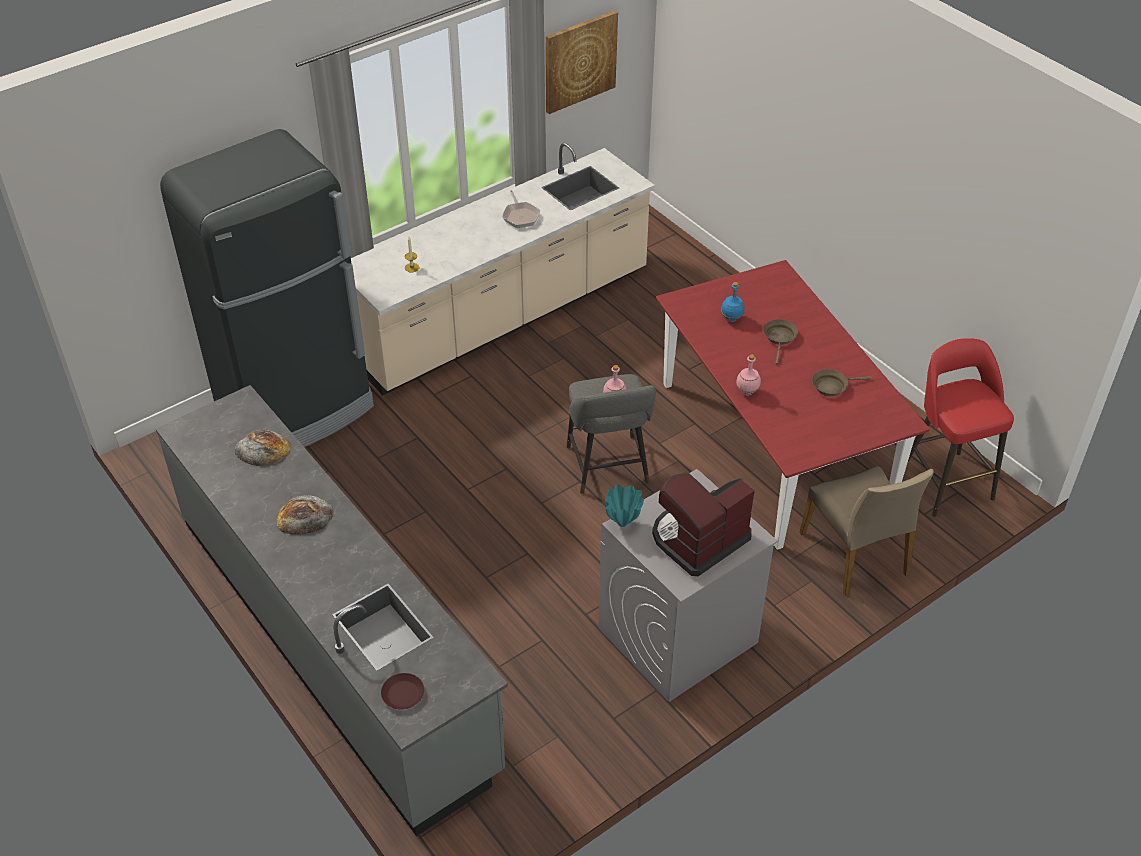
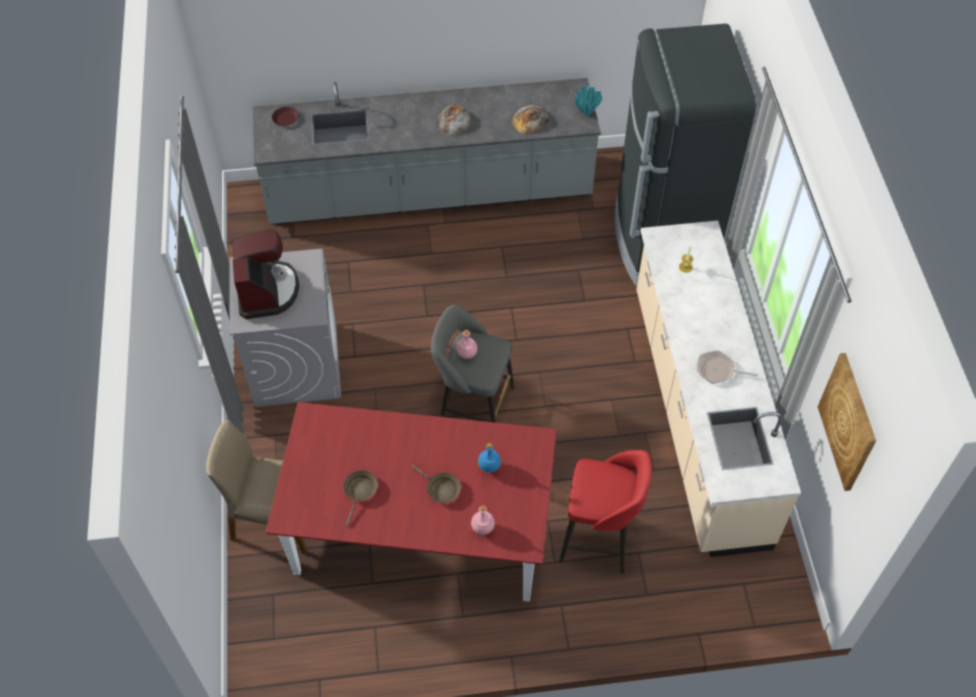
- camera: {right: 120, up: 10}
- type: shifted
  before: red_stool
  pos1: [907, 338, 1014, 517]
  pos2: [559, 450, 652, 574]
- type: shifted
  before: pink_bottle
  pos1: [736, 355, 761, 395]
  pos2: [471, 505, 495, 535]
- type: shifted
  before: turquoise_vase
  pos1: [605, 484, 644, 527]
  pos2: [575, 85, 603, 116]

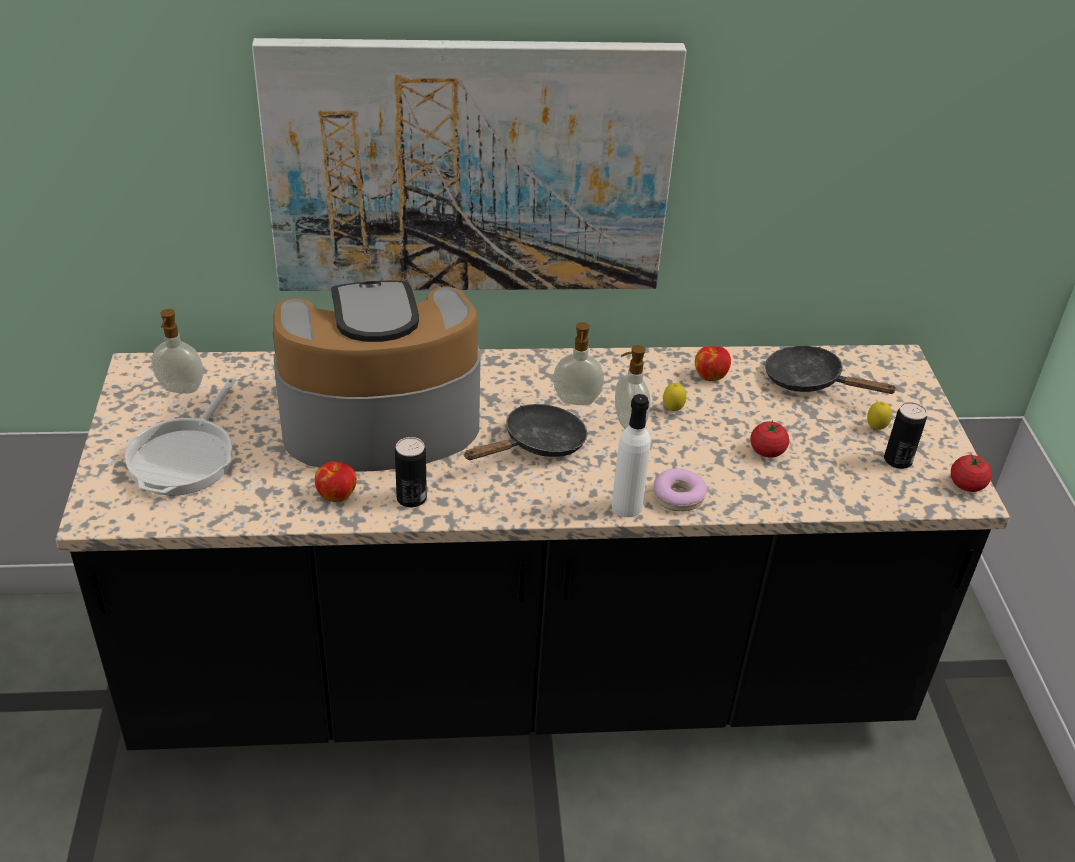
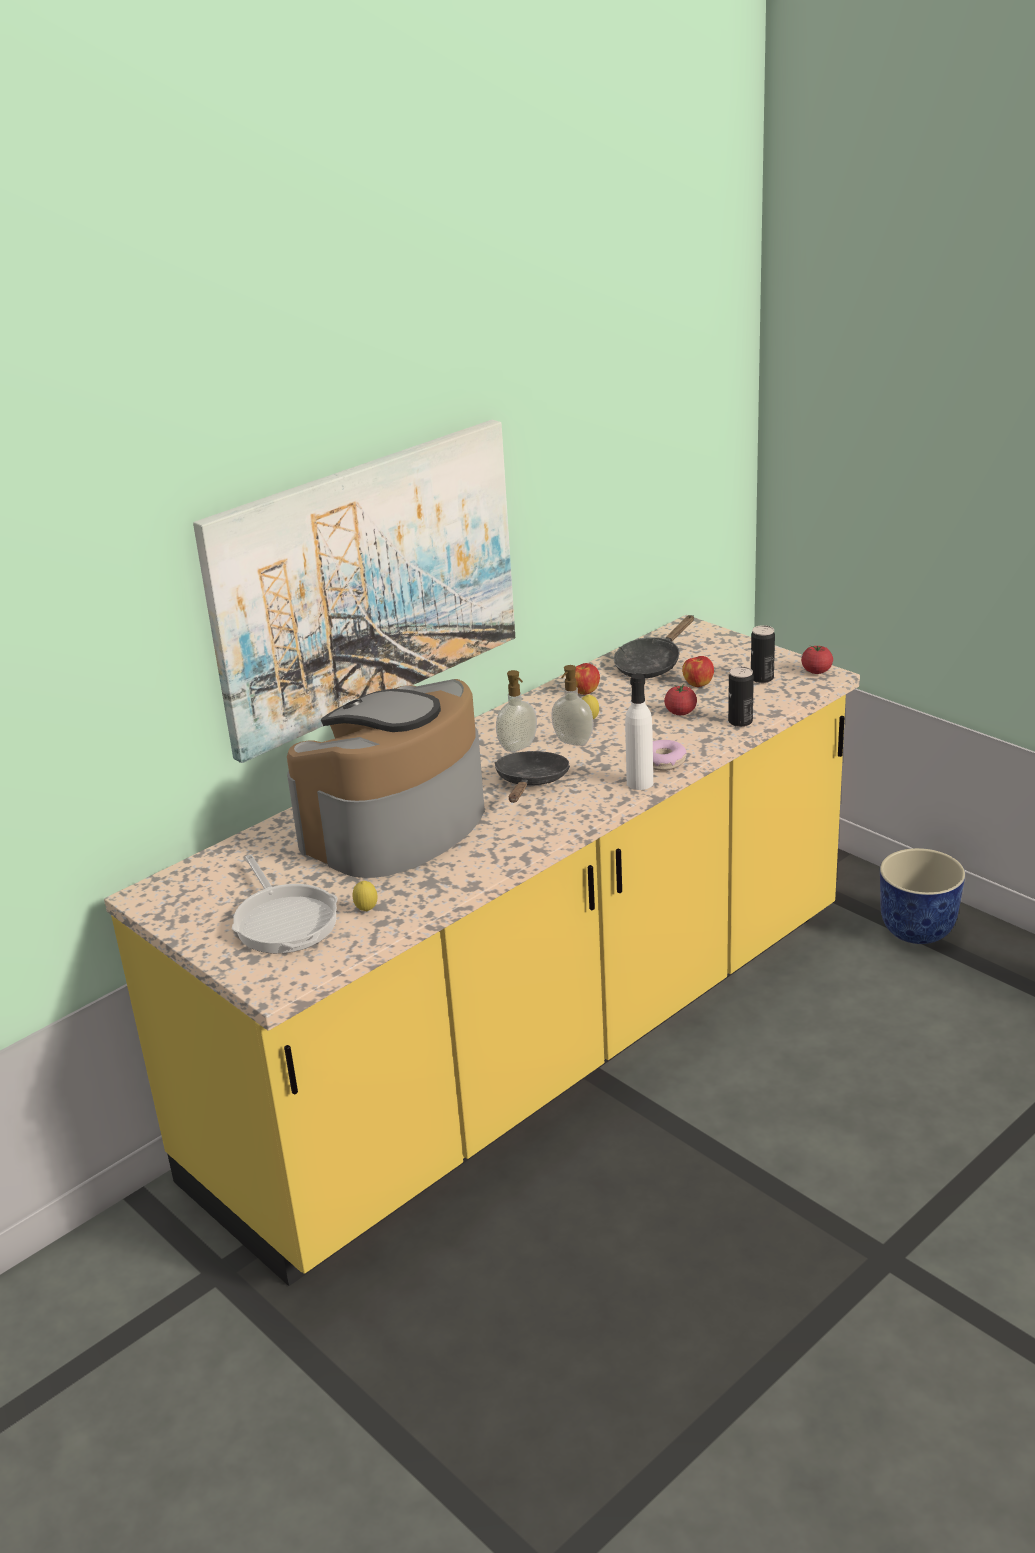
- camera: {right: -35, up: -10}
- type: gone
  before: soap_dispenser
  pos1: [151, 309, 203, 394]
- type: repainted
  before: black_counter
  after: yellow_counter
  pos1: [56, 345, 1010, 750]
  pos2: [104, 615, 860, 1286]
- type: rotated
  before: black_frying_pan
  pos1: [765, 346, 898, 394]
  pos2: [614, 615, 694, 678]
  turn: -45
- type: shifted
  before: lemon
  pos1: [867, 402, 892, 430]
  pos2: [352, 881, 377, 911]
- type: shifted
  before: can
  pos1: [395, 437, 427, 507]
  pos2: [728, 667, 754, 727]
- type: shifted
  before: apple
  pos1: [315, 462, 357, 502]
  pos2: [682, 656, 714, 687]
- type: new
  after: planter
  pos2: [880, 848, 965, 944]

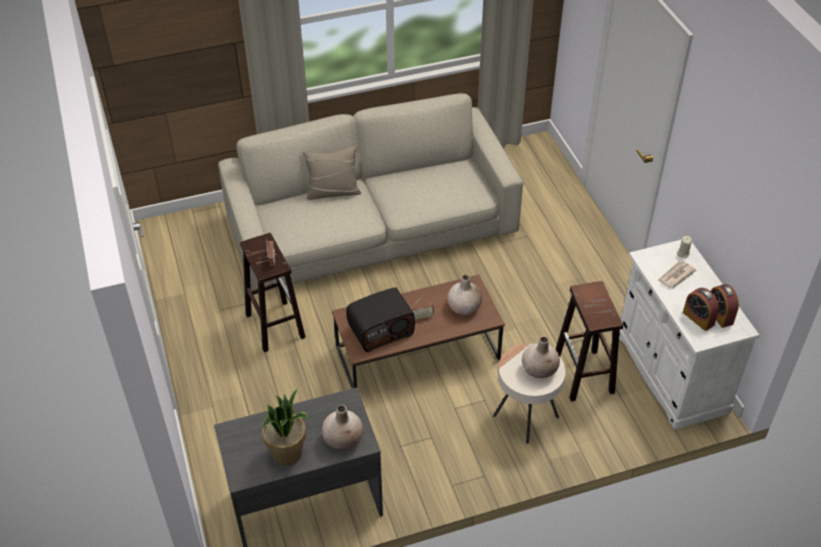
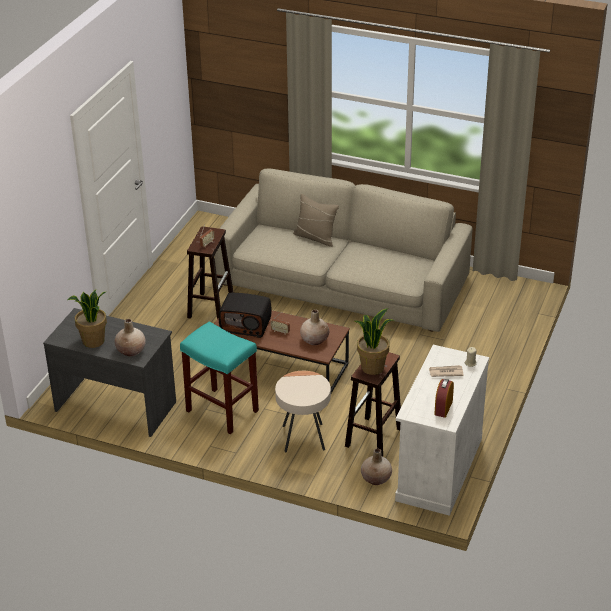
- camera: {right: 40, up: -10}
- type: gone
  before: alarm_clock
  pos1: [683, 288, 719, 331]
- type: shifted
  before: beige_vase
  pos1: [522, 337, 560, 378]
  pos2: [361, 448, 392, 485]
- type: new
  after: potted_plant
  pos2: [354, 308, 395, 375]
- type: new
  after: turquoise_stool
  pos2: [180, 321, 259, 434]

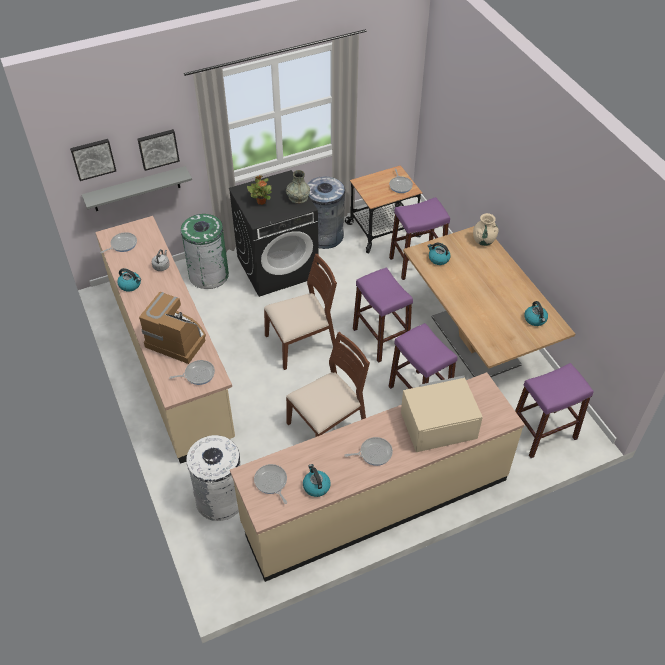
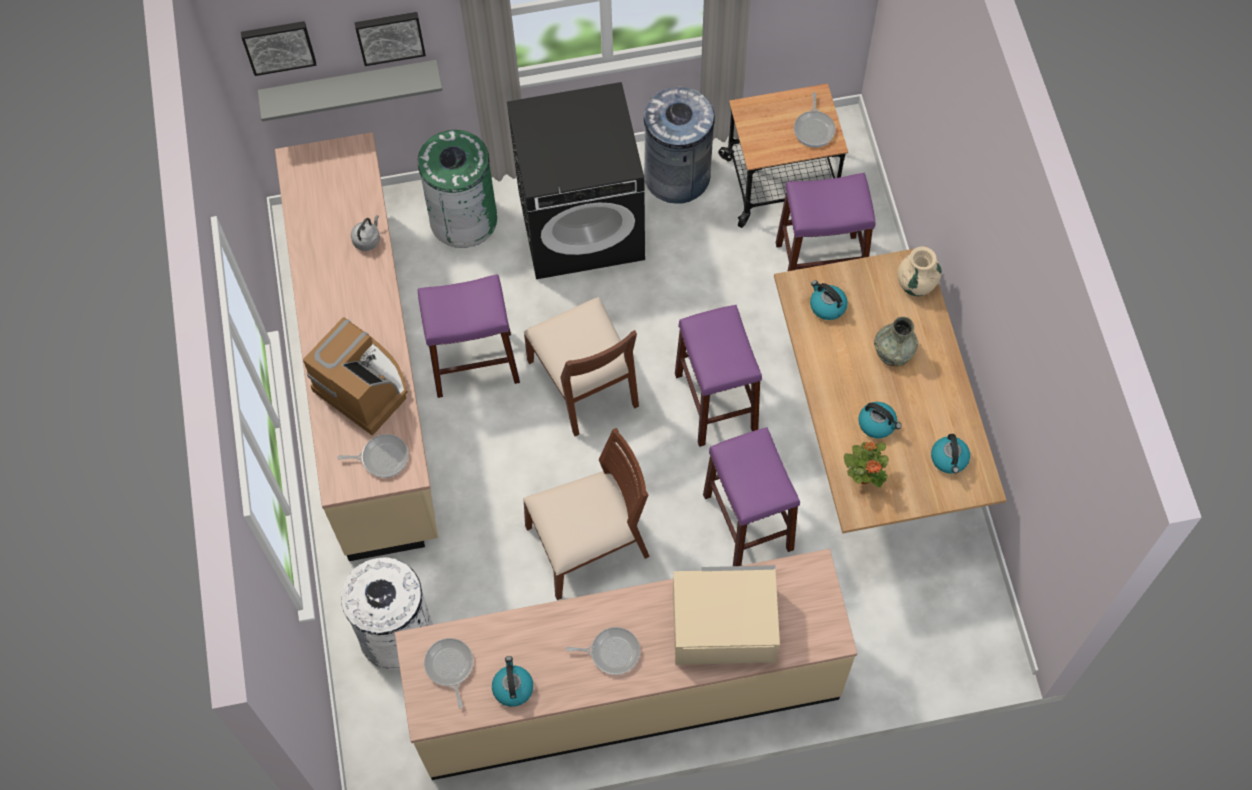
- camera: {right: 15, up: 15}
- type: shifted
  before: grey_vase
  pos1: [286, 170, 310, 204]
  pos2: [874, 316, 918, 366]
- type: shifted
  before: potted_plant
  pos1: [247, 175, 272, 205]
  pos2: [844, 442, 889, 487]
- type: gone
  before: frying_pan
  pos1: [100, 232, 137, 253]
- type: rotated
  before: brown_chair
  pos1: [264, 254, 337, 370]
  pos2: [524, 297, 639, 436]
  turn: 75
- type: shifted
  before: kettle
  pos1: [117, 268, 141, 291]
  pos2: [858, 402, 901, 438]
- type: shifted
  before: purple_stool
  pos1: [515, 363, 593, 458]
  pos2: [418, 274, 520, 398]

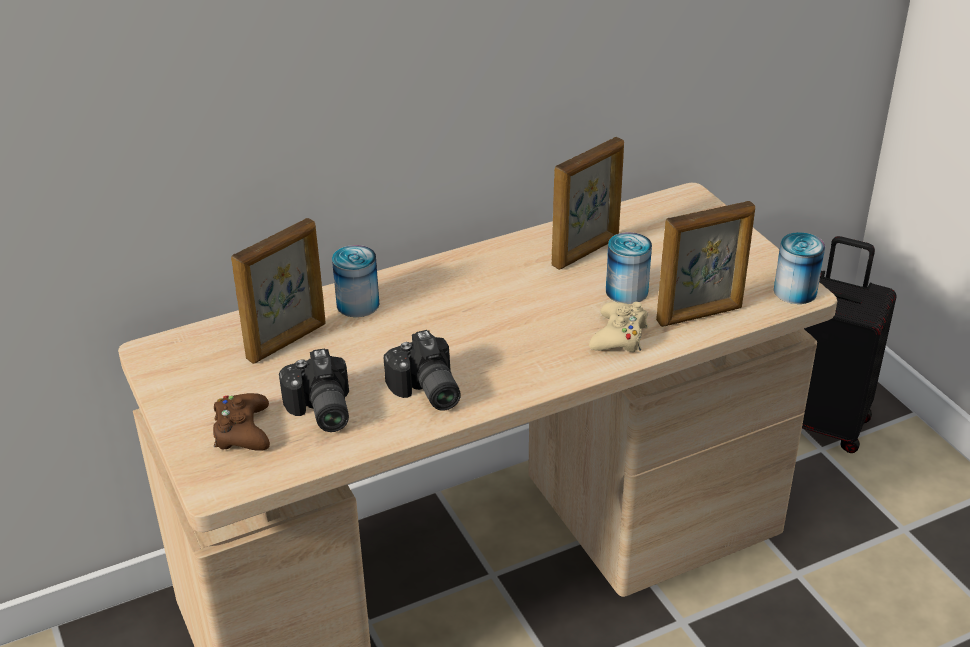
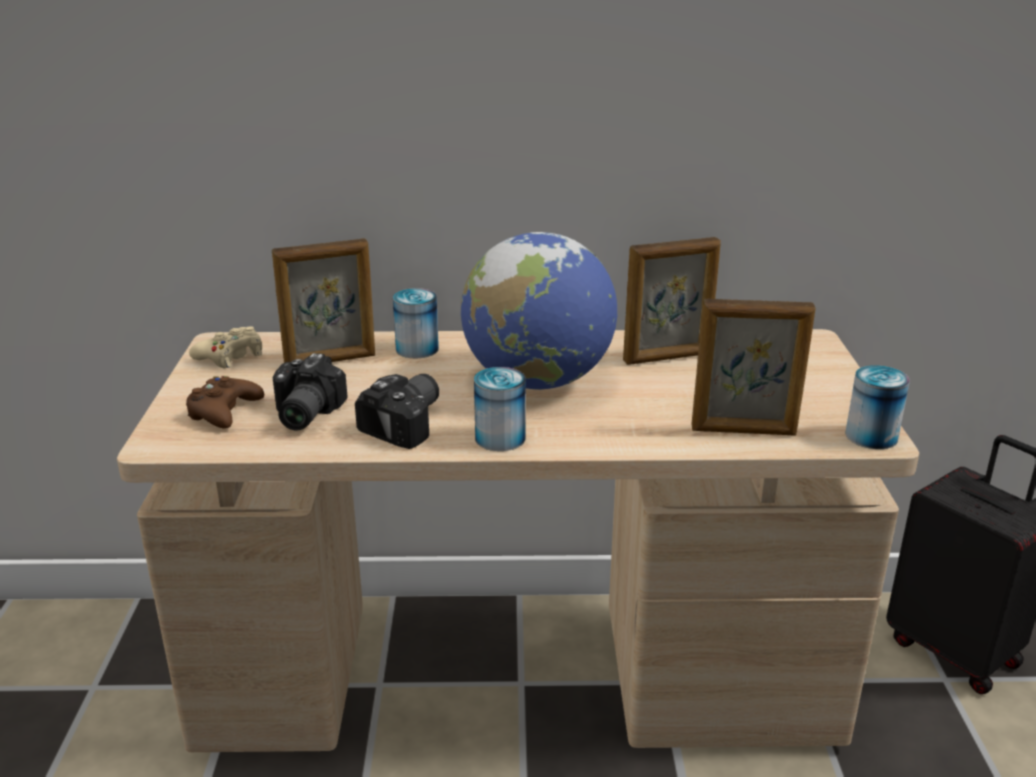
- camera: {right: 25, up: -10}
- type: shifted
  before: can
  pos1: [606, 232, 652, 304]
  pos2: [474, 367, 526, 451]
- type: shifted
  before: beige_game_controller
  pos1: [589, 302, 648, 352]
  pos2: [189, 326, 262, 368]
- type: rotated
  before: photo_camera
  pos1: [384, 330, 461, 411]
  pos2: [355, 374, 439, 449]
  turn: -150
- type: new
  after: globe
  pos2: [461, 232, 617, 390]

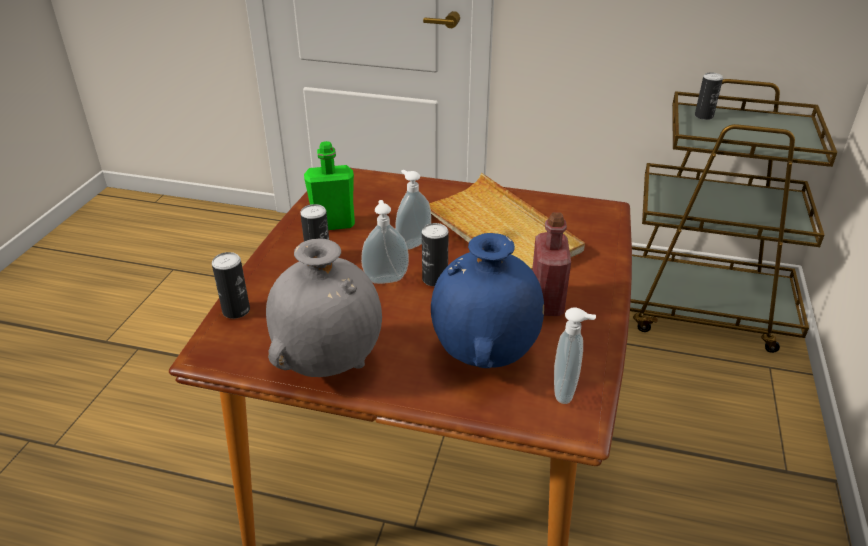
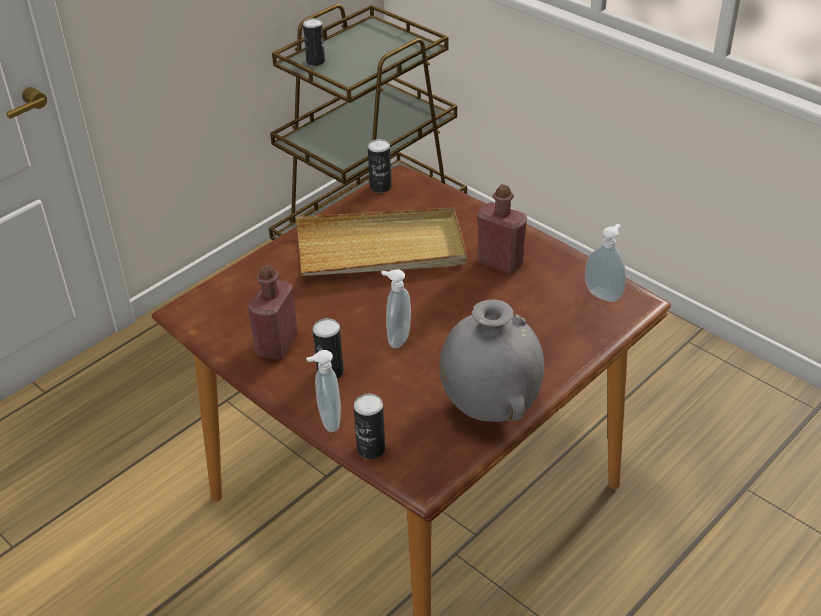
- camera: {right: -60, up: 5}
- type: repainted
  before: green_bottle
  after: red_bottle
  pos1: [304, 141, 355, 230]
  pos2: [248, 265, 298, 360]
- type: shifted
  before: soap_dispenser
  pos1: [395, 170, 431, 250]
  pos2: [306, 350, 341, 432]
- type: shifted
  before: can
  pos1: [422, 223, 449, 286]
  pos2: [368, 139, 392, 193]
- type: gone
  before: blue_vase
  pos1: [431, 233, 544, 368]

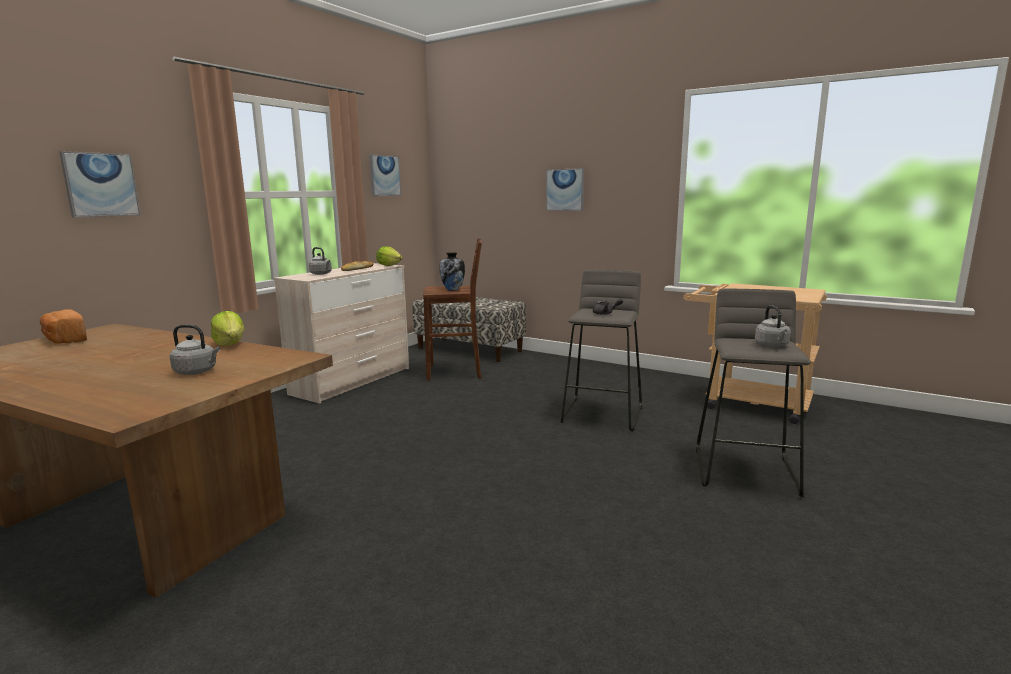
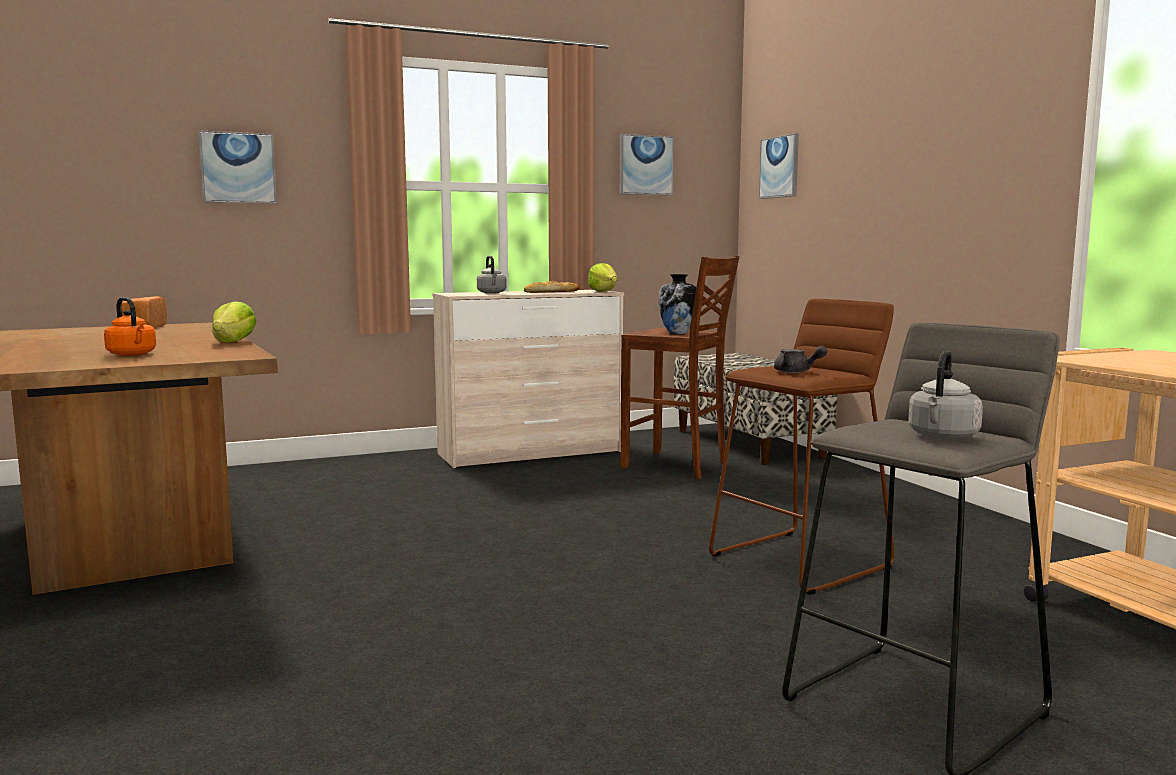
- camera: {right: 35, up: -5}
- type: shifted
  before: picture
  pos1: [546, 168, 584, 211]
  pos2: [759, 133, 799, 199]
- type: repainted
  before: grey_stool
  after: brown_stool
  pos1: [560, 270, 642, 431]
  pos2: [709, 299, 895, 595]
- type: repainted
  before: grey_kettle
  after: orange_kettle
  pos1: [170, 324, 220, 375]
  pos2: [104, 297, 156, 356]

